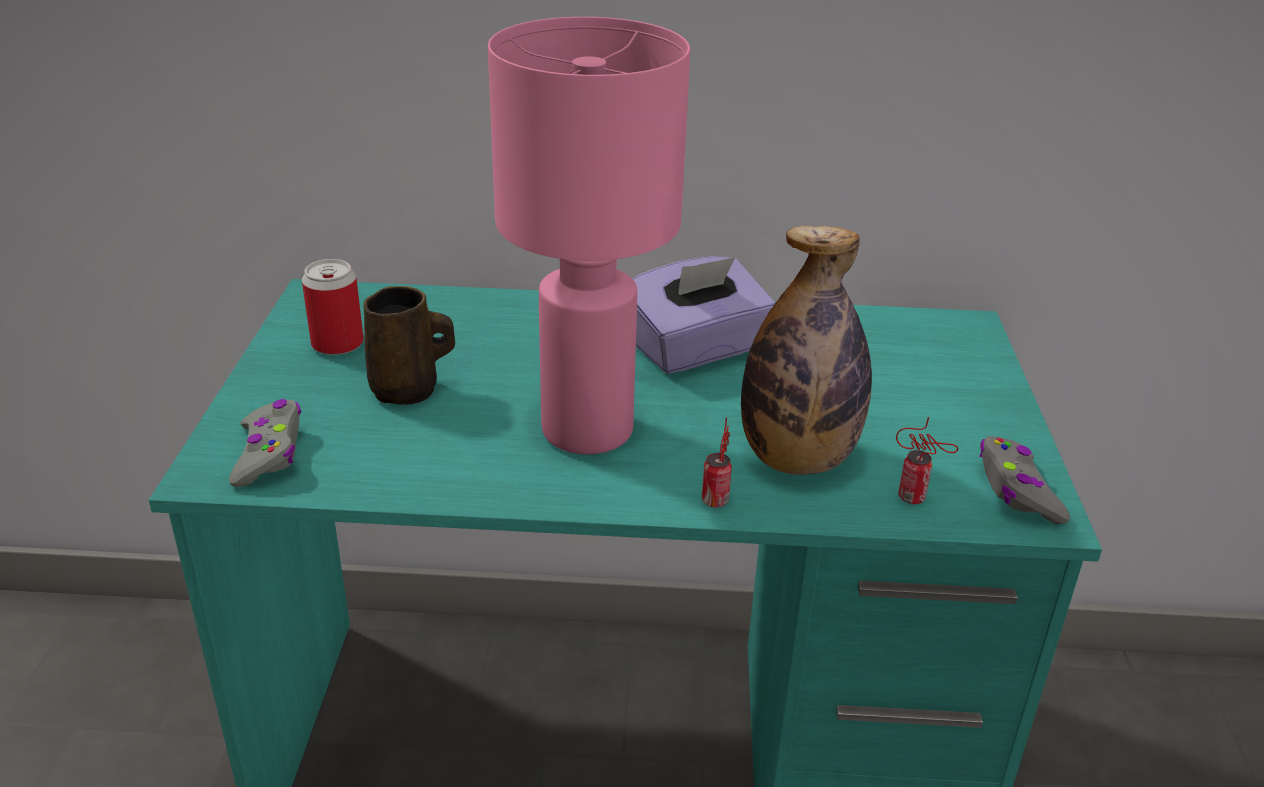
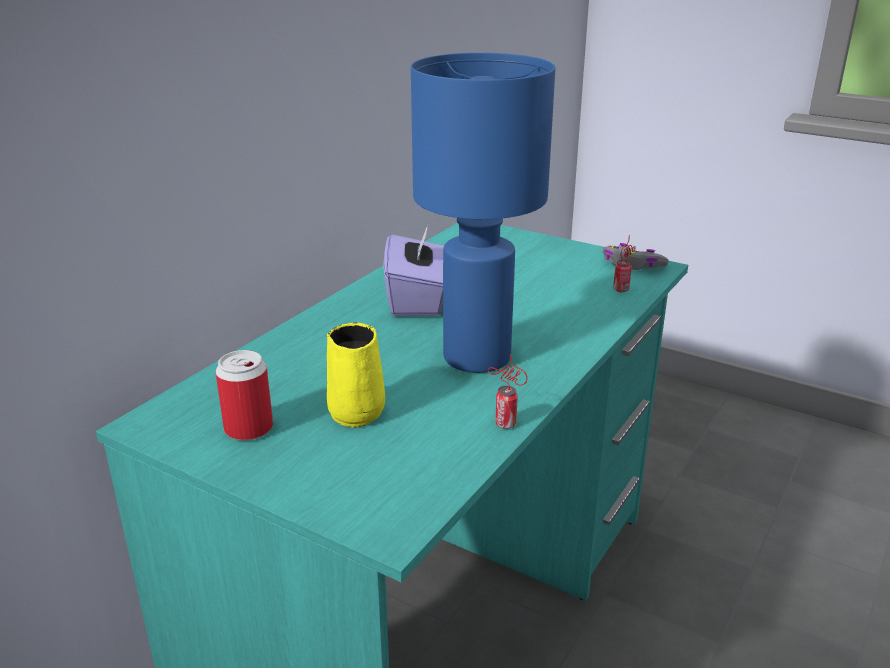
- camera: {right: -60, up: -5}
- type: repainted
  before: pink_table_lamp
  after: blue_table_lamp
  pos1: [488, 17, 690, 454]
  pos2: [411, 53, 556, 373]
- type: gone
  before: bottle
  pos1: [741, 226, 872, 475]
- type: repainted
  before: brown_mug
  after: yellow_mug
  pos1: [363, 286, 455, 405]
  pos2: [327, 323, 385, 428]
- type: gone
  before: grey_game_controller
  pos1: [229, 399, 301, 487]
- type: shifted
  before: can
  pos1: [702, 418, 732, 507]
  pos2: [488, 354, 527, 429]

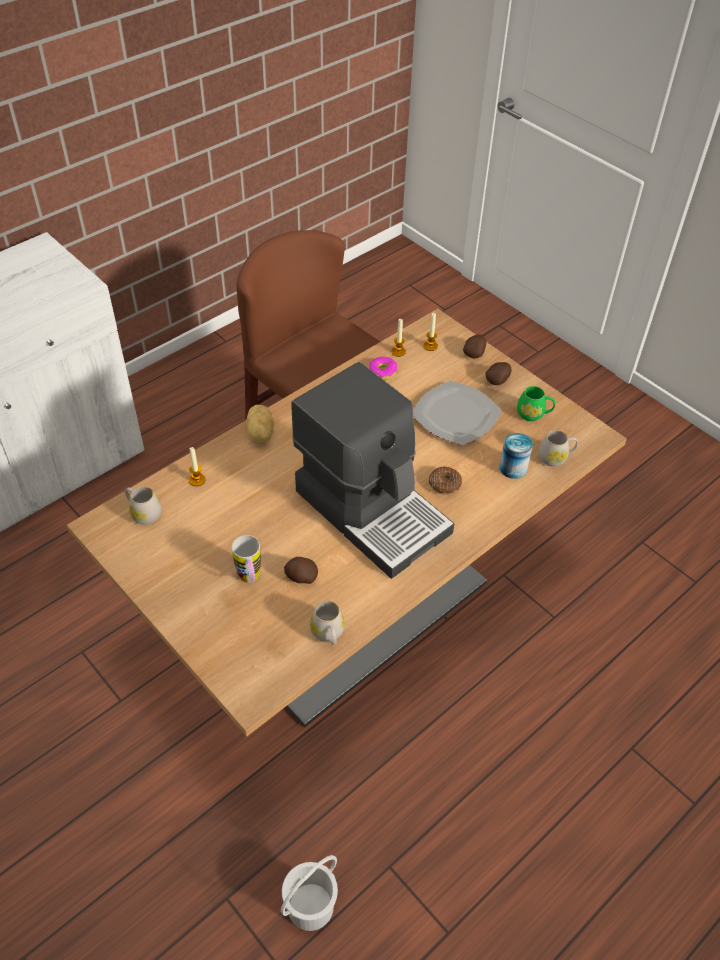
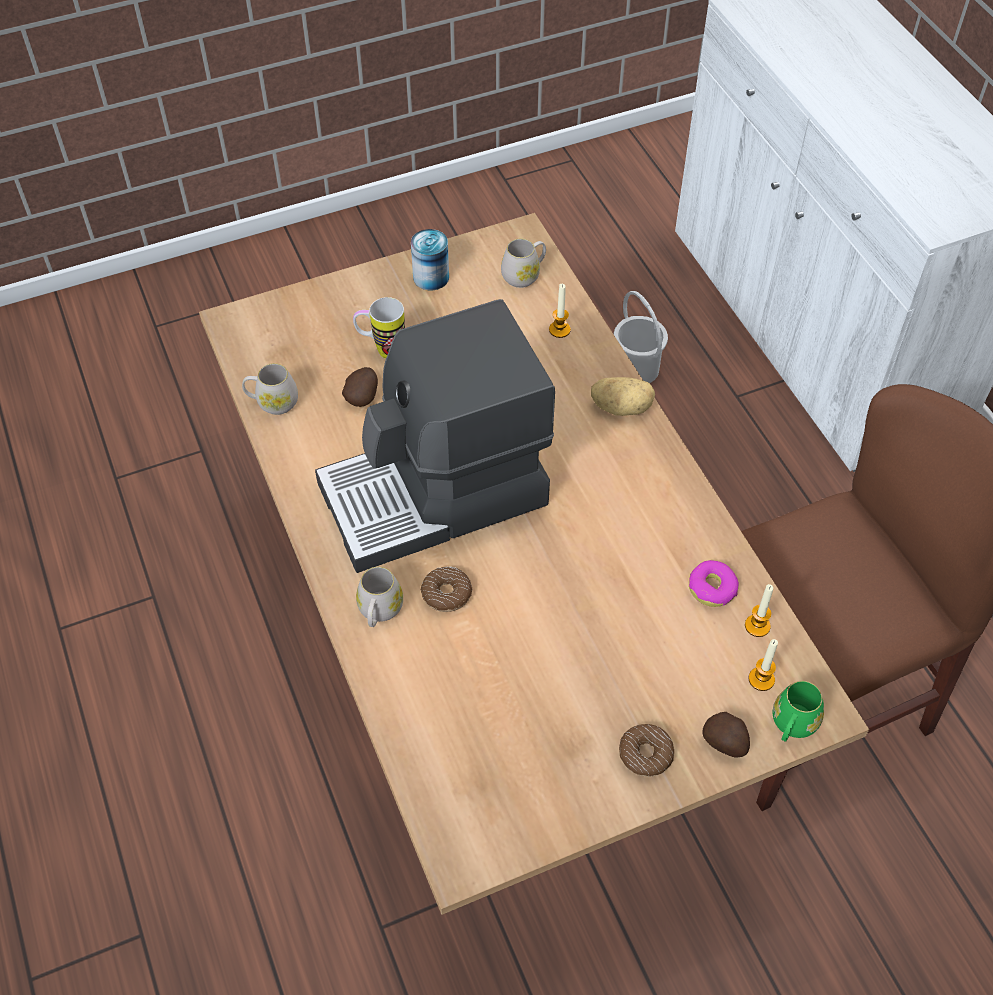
- camera: {right: 110, up: 5}
- type: swapped
  before: potato
  after: donut
  pos1: [485, 362, 511, 385]
  pos2: [619, 724, 674, 777]
- type: gone
  before: plate
  pos1: [413, 381, 502, 445]
- type: shifted
  before: green_mug
  pos1: [517, 386, 555, 421]
  pos2: [773, 681, 824, 742]
- type: shifted
  before: white_mug
  pos1: [538, 430, 578, 467]
  pos2: [356, 567, 403, 627]
- type: shifted
  before: can
  pos1: [499, 433, 533, 479]
  pos2: [411, 229, 449, 290]
- type: shifted
  before: white_bucket
  pos1: [281, 855, 338, 931]
  pos2: [614, 291, 668, 383]

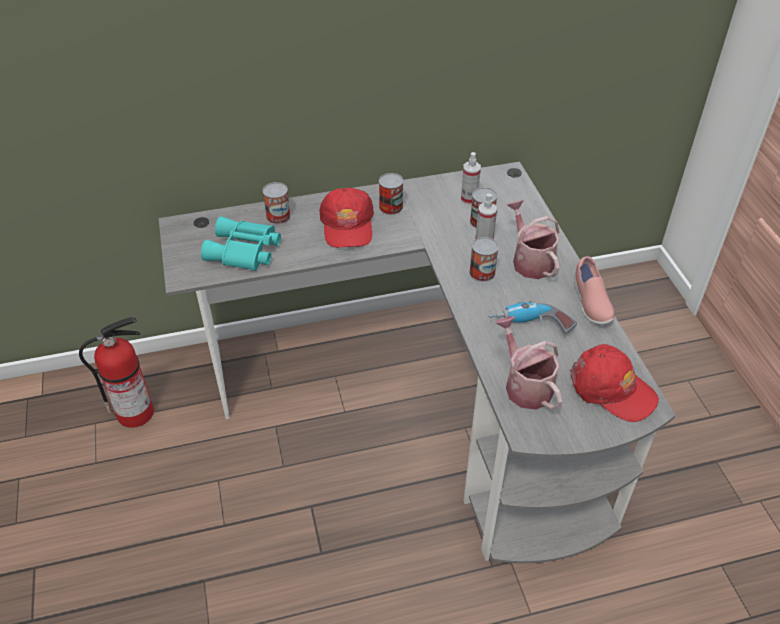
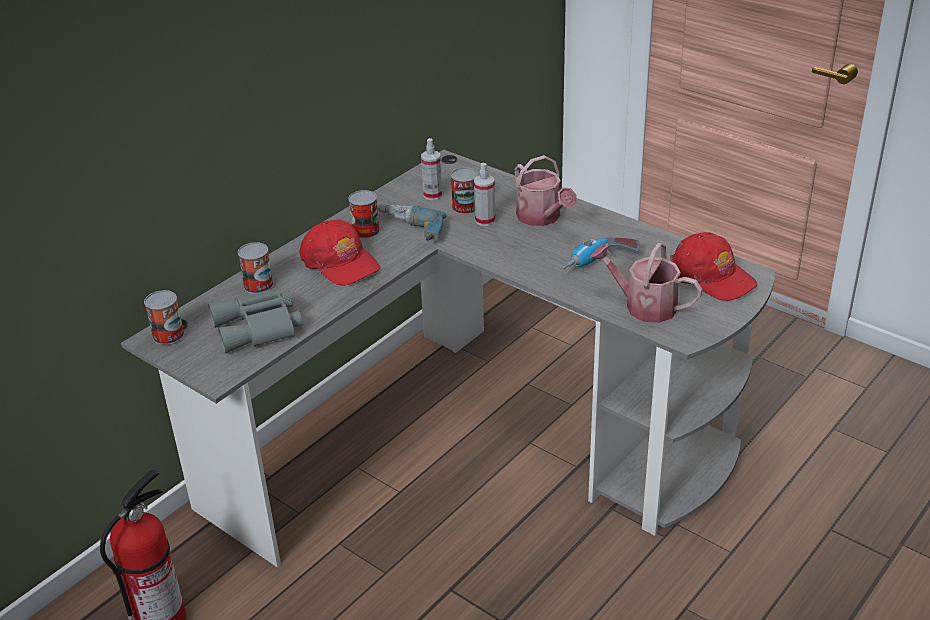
- camera: {right: -35, up: -10}
- type: rotated
  before: watering_can
  pos1: [507, 200, 560, 279]
  pos2: [515, 155, 577, 226]
  turn: -150
- type: repainted
  before: turquoise_binoculars
  after: grey_binoculars
  pos1: [201, 216, 281, 271]
  pos2: [208, 288, 303, 353]
- type: shifted
  before: can
  pos1: [469, 237, 499, 282]
  pos2: [144, 290, 185, 345]
- type: gone
  before: pink_shoe
  pos1: [574, 256, 615, 325]
- type: rotated
  before: red_cap
  pos1: [570, 344, 659, 422]
  pos2: [670, 232, 757, 301]
  turn: 45
- type: new
  after: power_drill
  pos2: [377, 204, 447, 241]

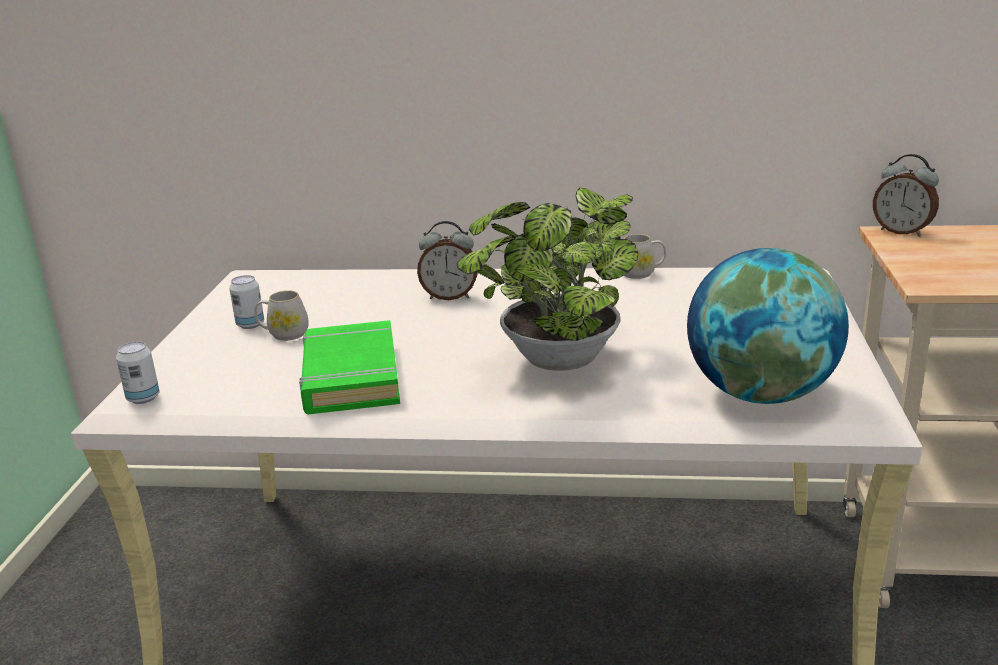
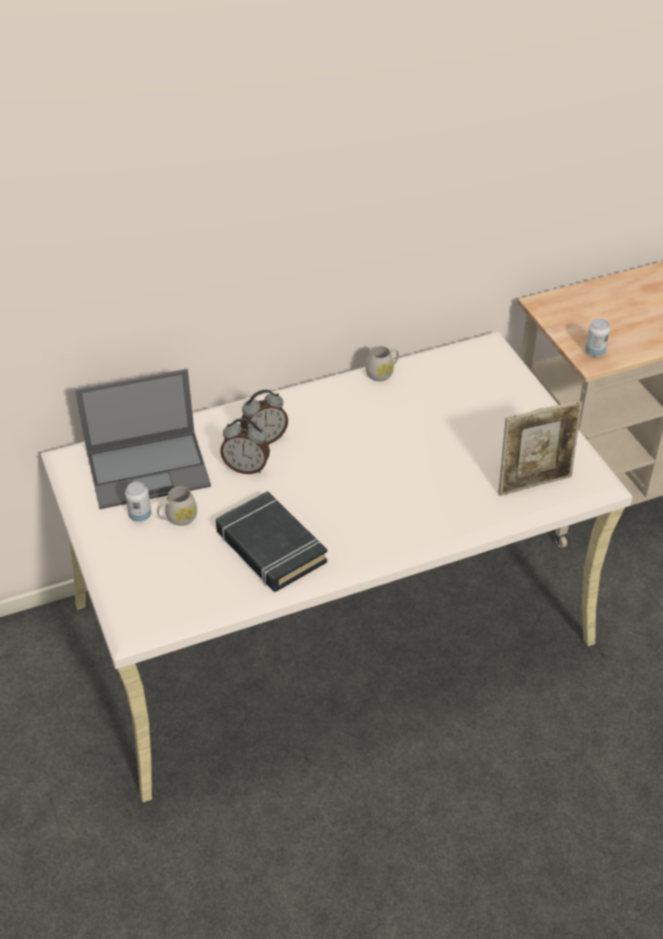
- camera: {right: -30, up: 20}
- type: shifted
  before: alarm_clock
  pos1: [873, 154, 939, 237]
  pos2: [220, 418, 270, 474]
- type: gone
  before: potted_plant
  pos1: [456, 188, 638, 371]
- type: swapped
  before: globe
  after: picture_frame
  pos1: [687, 248, 849, 404]
  pos2: [498, 400, 583, 496]
- type: repainted
  before: green_book
  after: black_book
  pos1: [299, 320, 400, 414]
  pos2: [216, 491, 327, 592]
- type: shifted
  before: can
  pos1: [116, 342, 160, 404]
  pos2: [585, 319, 610, 357]
- type: new
  after: laptop
  pos2: [75, 369, 211, 509]

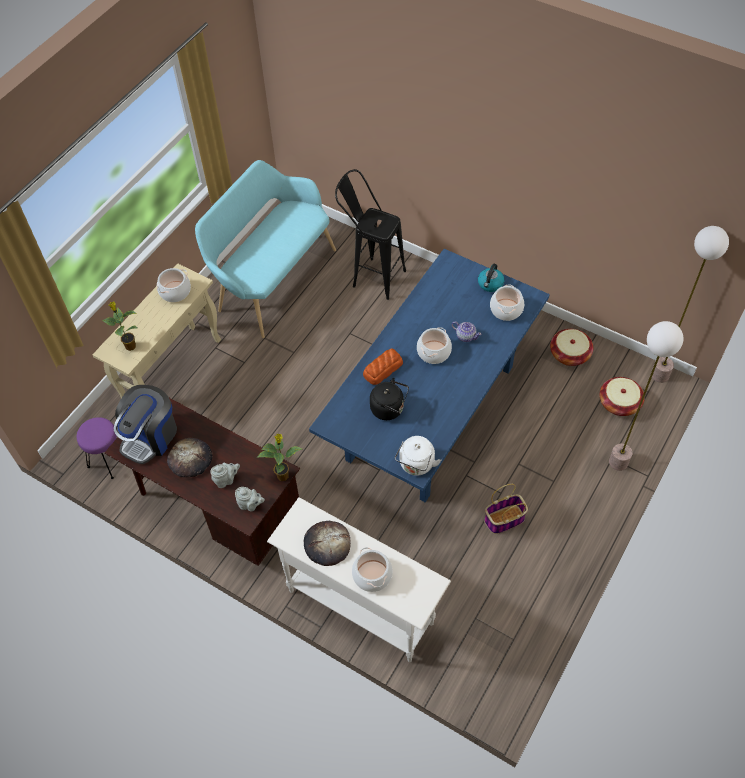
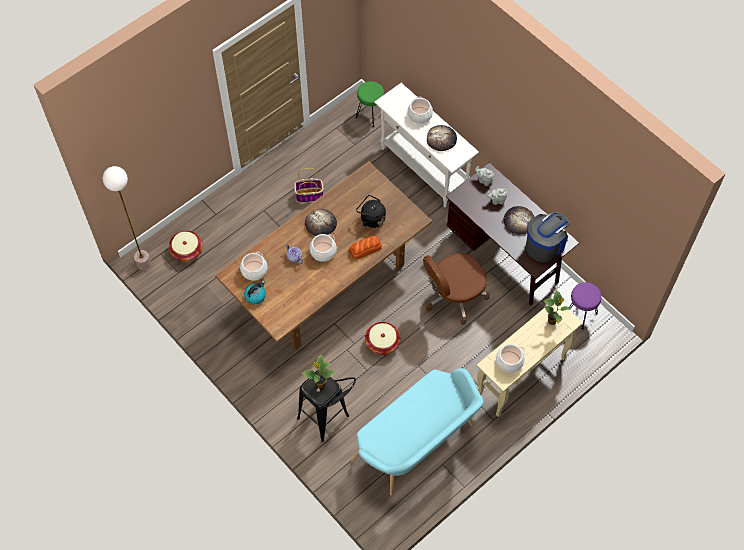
- camera: {right: -165, up: 5}
- type: repainted
  before: blue_dining_table
  after: brown_dining_table
  pos1: [309, 249, 550, 503]
  pos2: [215, 162, 432, 350]
- type: gone
  before: floor_lamp
  pos1: [609, 321, 684, 471]
- type: shifted
  before: basket
  pos1: [550, 329, 593, 366]
  pos2: [365, 322, 400, 355]
- type: shifted
  before: potted_plant
  pos1: [257, 434, 302, 481]
  pos2: [301, 355, 336, 388]
- type: gone
  before: white_kettle
  pos1: [395, 436, 441, 476]
- type: new
  after: green_stool
  pos2: [355, 81, 384, 127]
- type: new
  after: bread
  pos2: [305, 209, 337, 236]
- type: new
  after: brown_office_chair
  pos2: [423, 253, 490, 325]

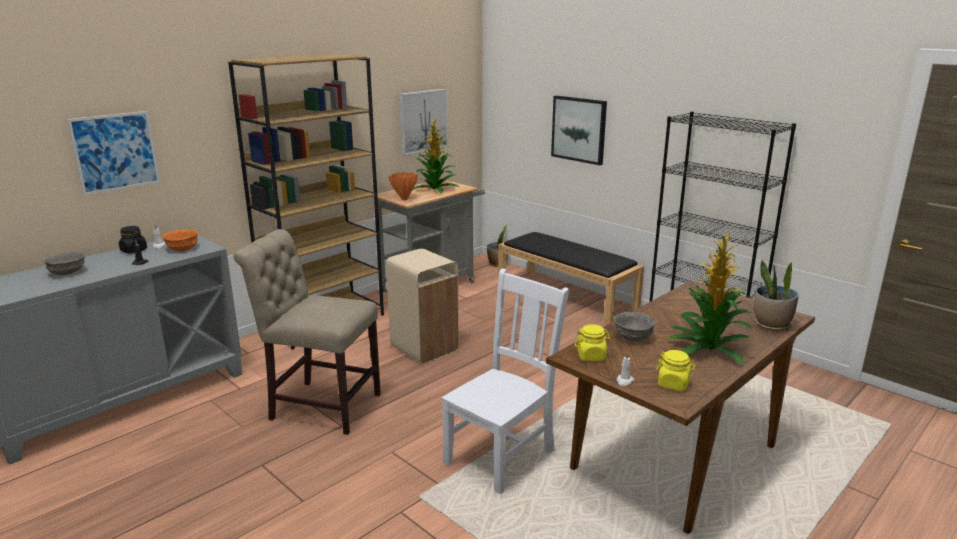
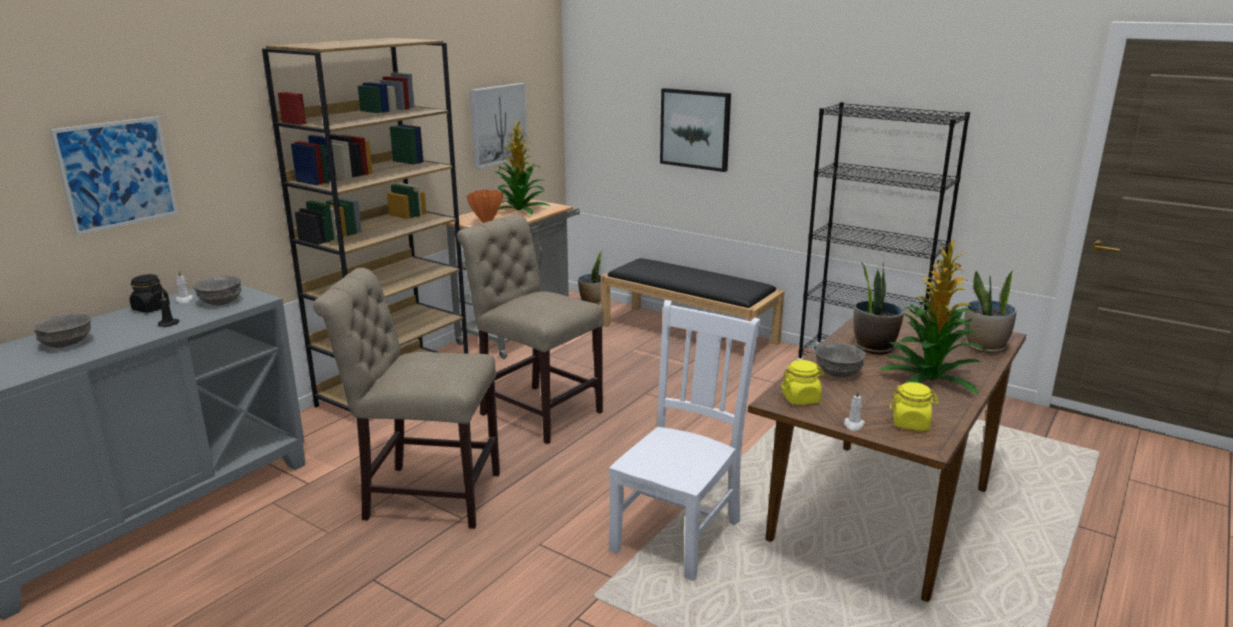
- camera: {right: -10, up: 0}
- type: repainted
  before: orange_bowl
  after: grey_bowl
  pos1: [162, 229, 198, 251]
  pos2: [193, 275, 241, 305]
- type: swapped
  before: beige_trash_can
  after: beige_chair
  pos1: [386, 248, 459, 364]
  pos2: [457, 214, 604, 444]
- type: new
  after: potted_plant
  pos2: [853, 262, 904, 355]

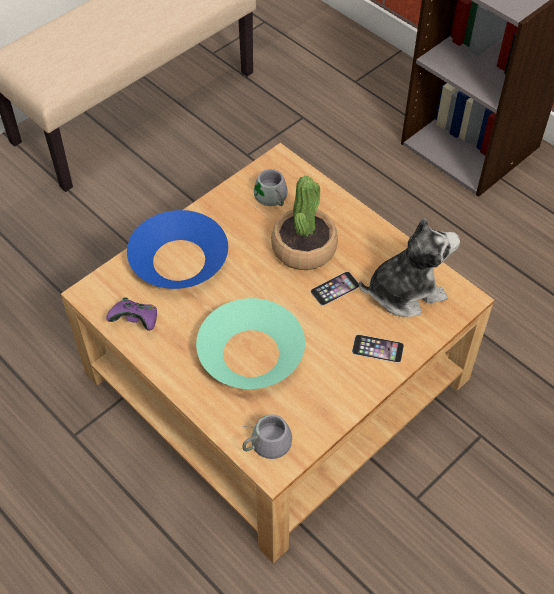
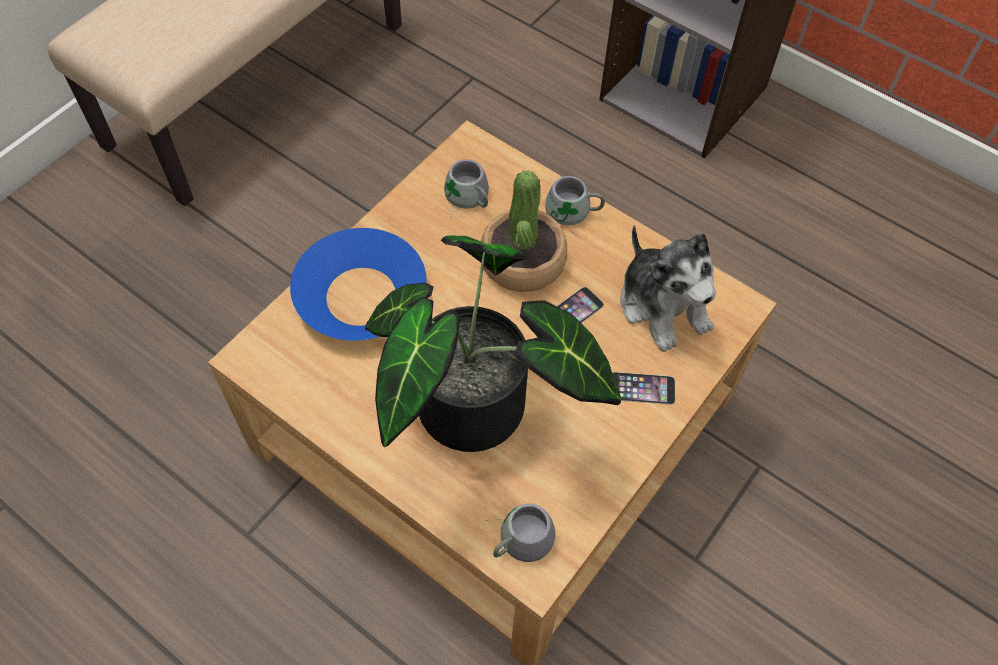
- camera: {right: -10, up: 5}
- type: rotated
  before: plush_toy
  pos1: [359, 218, 460, 317]
  pos2: [620, 225, 716, 352]
  turn: 90
- type: gone
  before: purple_game_controller
  pos1: [106, 297, 157, 331]
- type: swapped
  before: turquoise_bowl
  after: potted_plant
  pos1: [196, 298, 305, 389]
  pos2: [365, 236, 621, 452]
- type: new
  after: grey_mug
  pos2: [545, 176, 605, 238]

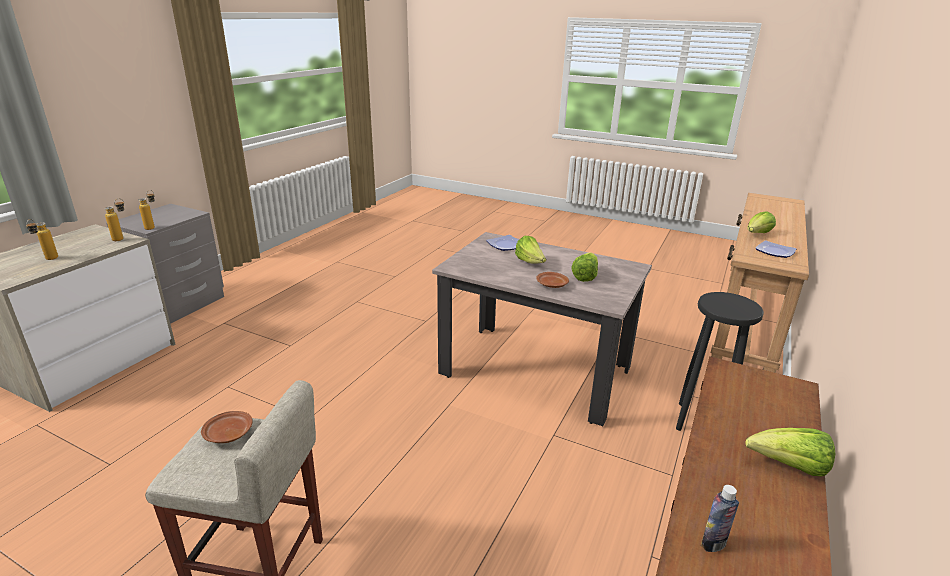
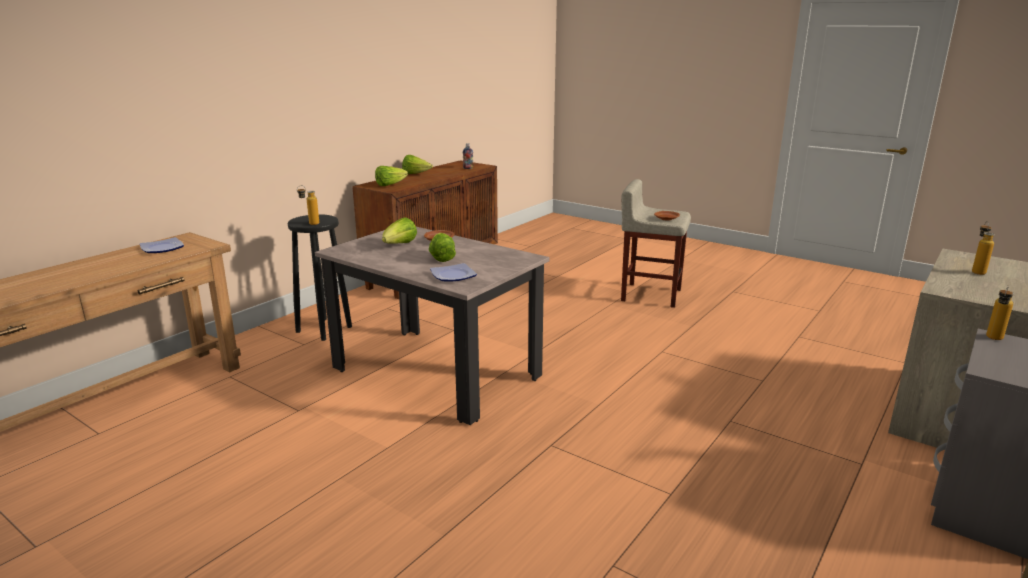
- camera: {right: -170, up: -5}
- type: shifted
  before: bottle
  pos1: [105, 199, 124, 241]
  pos2: [297, 185, 319, 225]
- type: shifted
  before: lettuce
  pos1: [747, 211, 776, 233]
  pos2: [375, 166, 408, 186]

